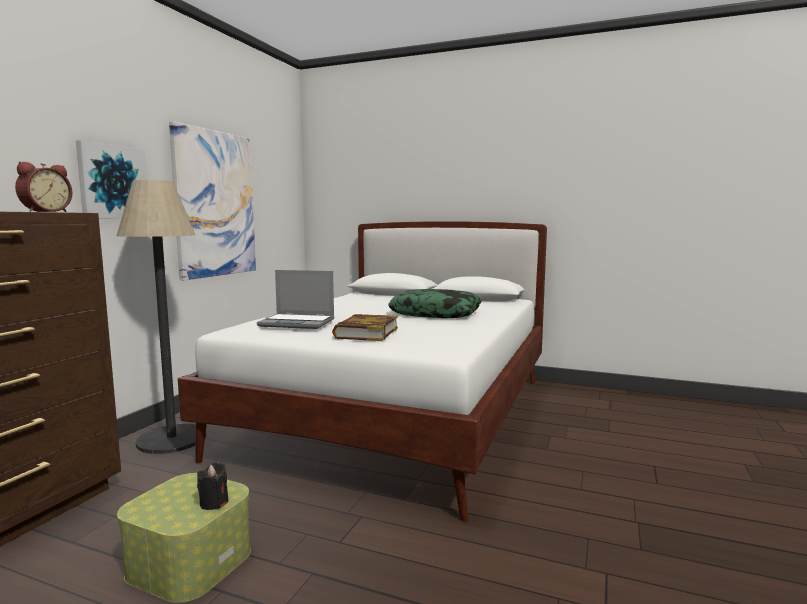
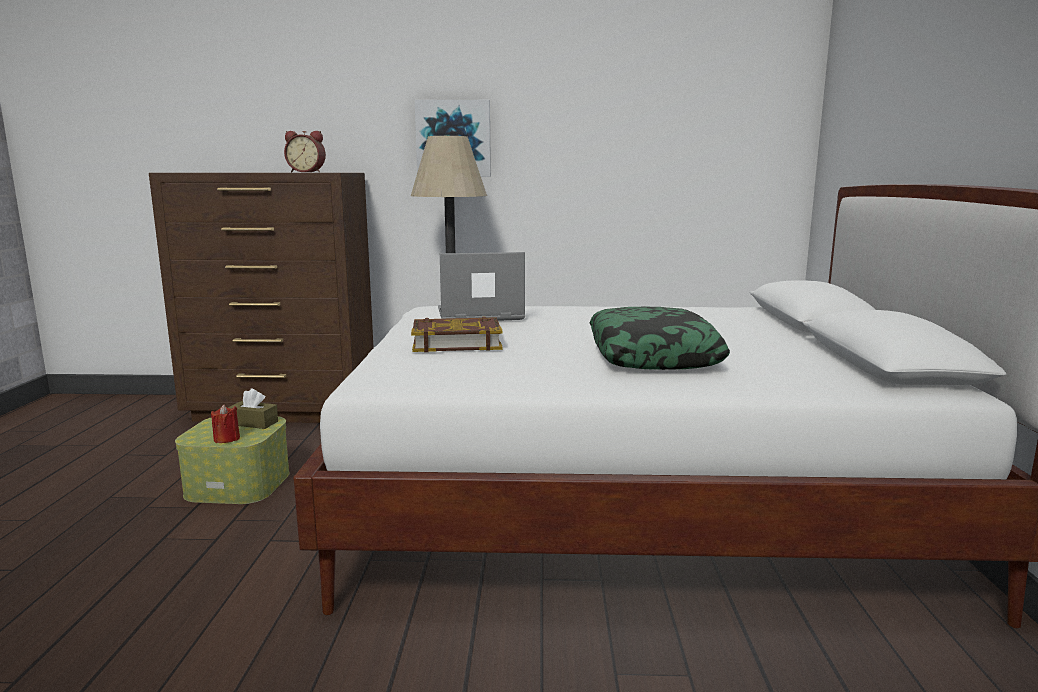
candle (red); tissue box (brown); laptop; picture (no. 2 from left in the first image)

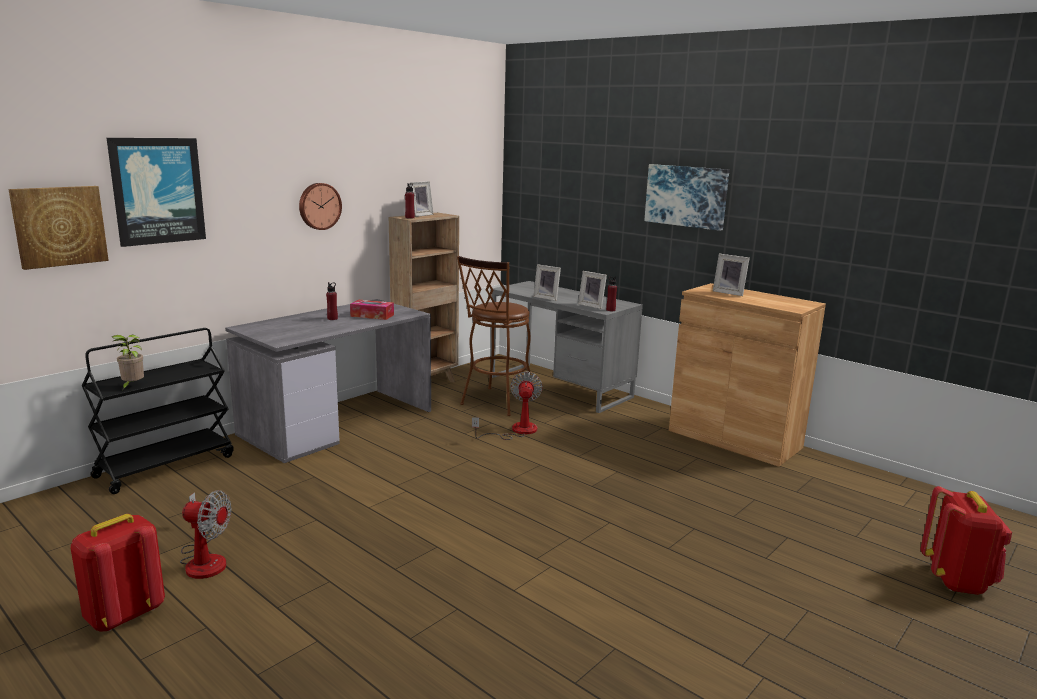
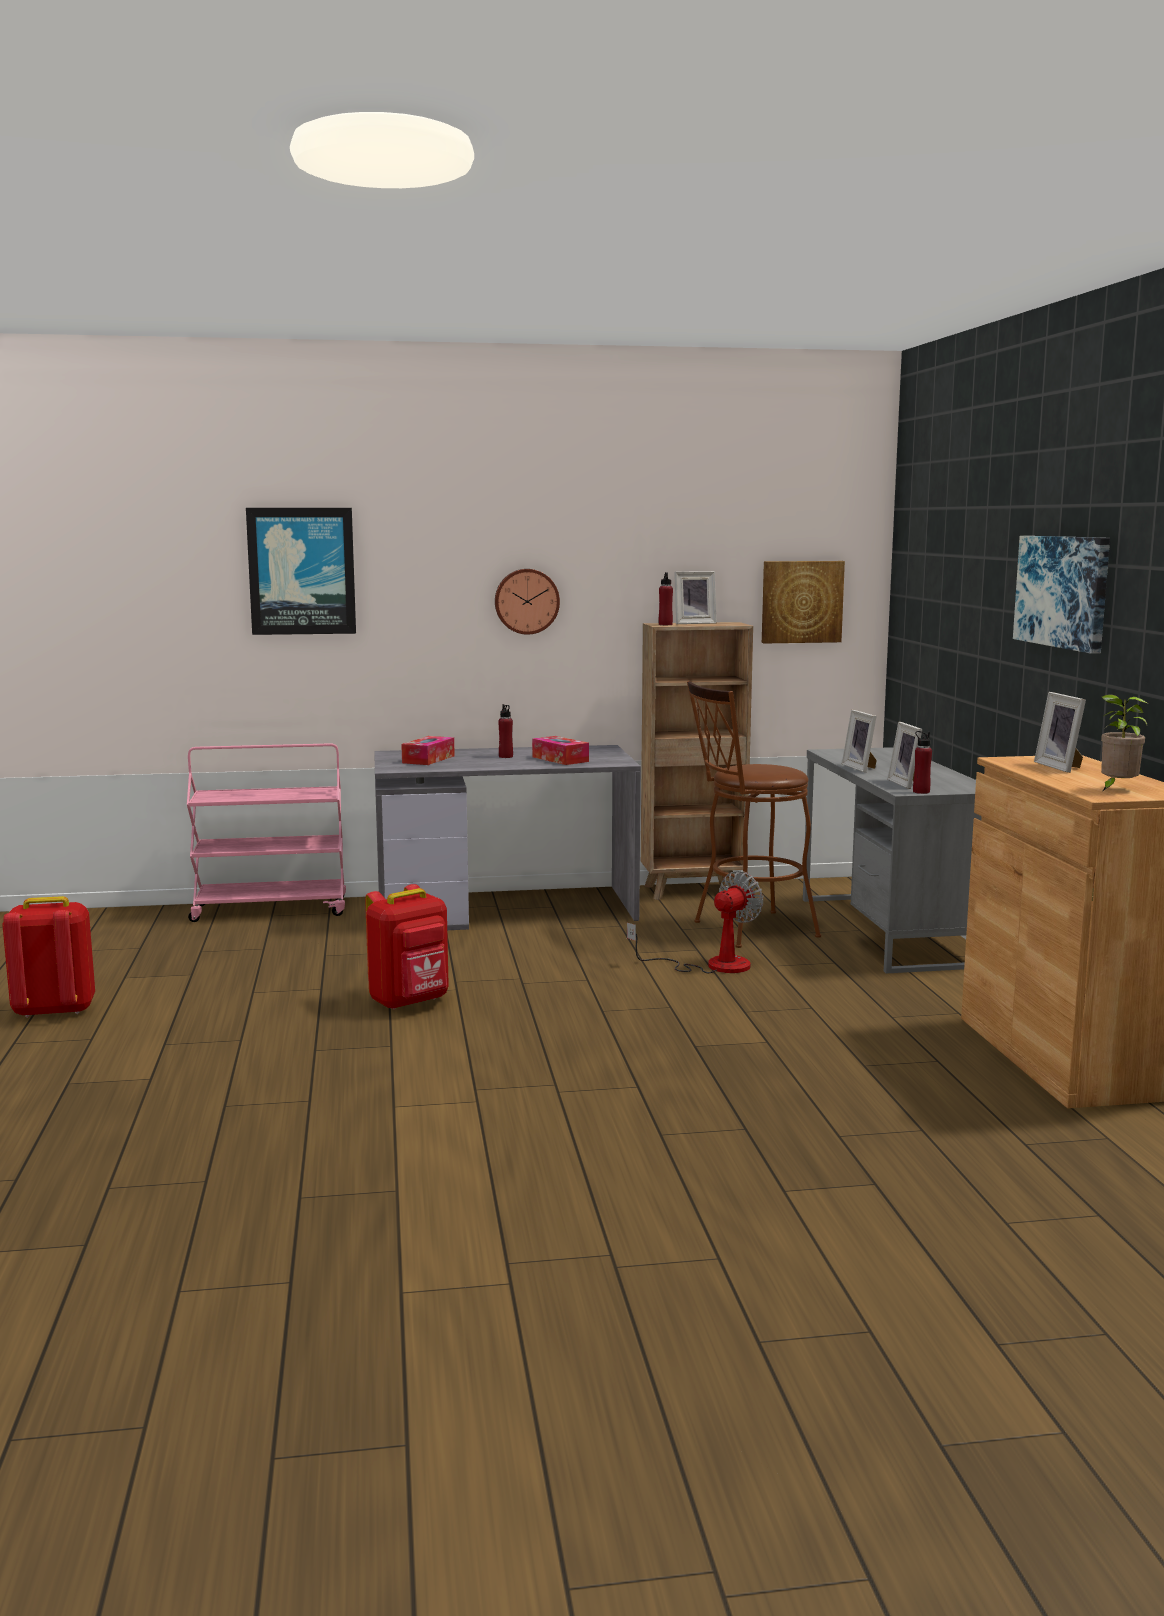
cart (pink); backpack (red) (no. 2 from left); tissue box (no. 1 from left); picture (no. 2 from left); potted plant; fan (no. 1 from left in the first image)

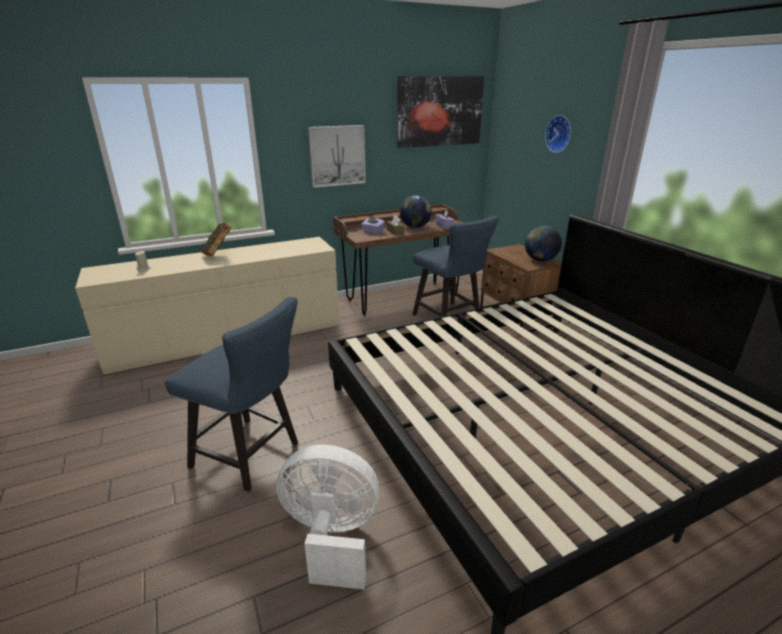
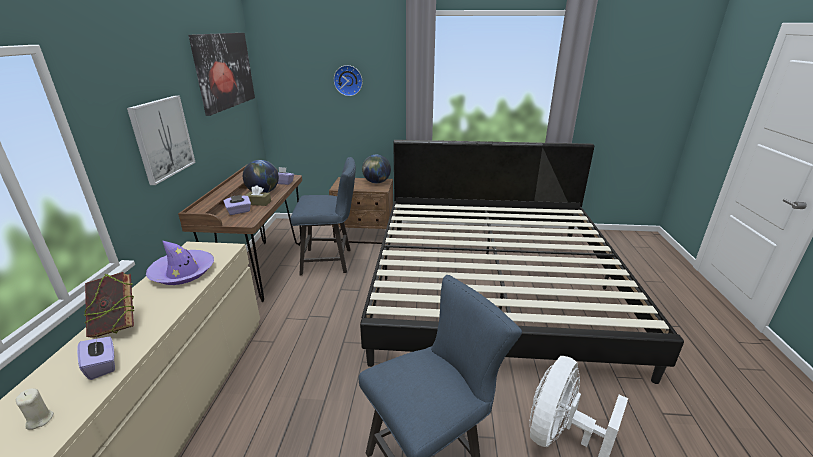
tissue box (purple) (no. 1 from left); hat (purple)

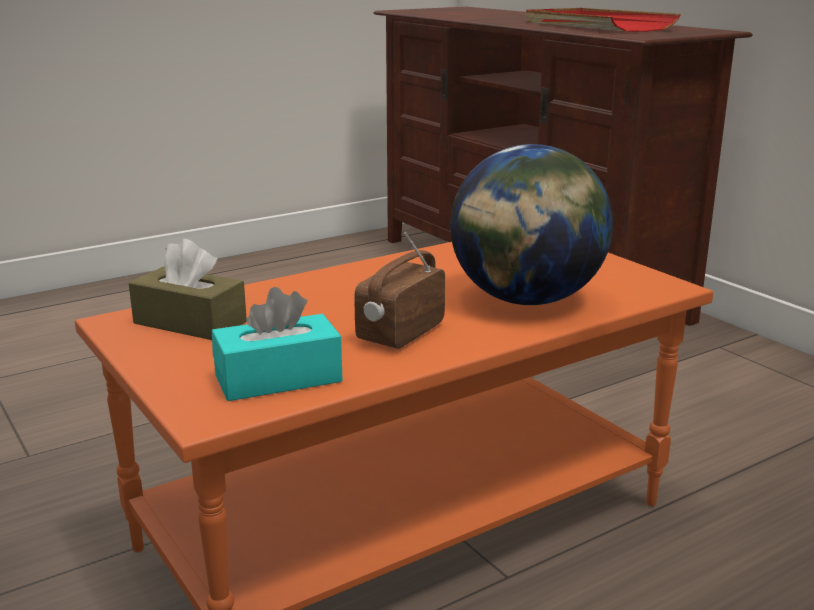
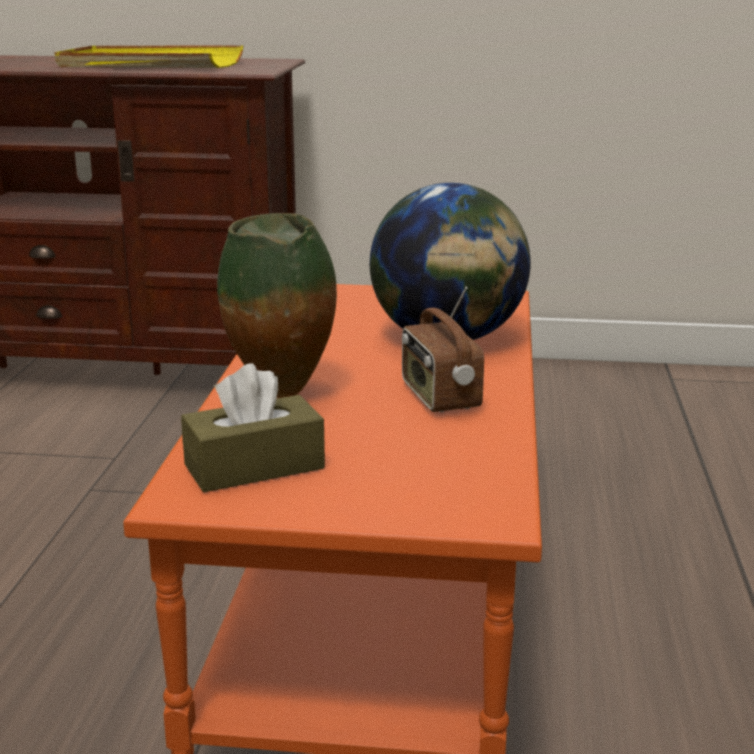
tray (yellow); vase; tissue box (turquoise)

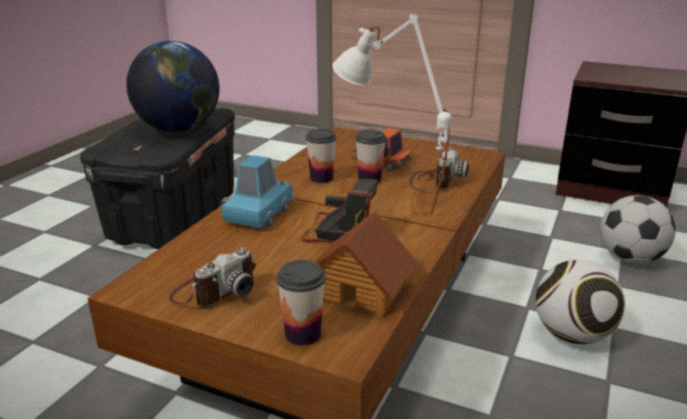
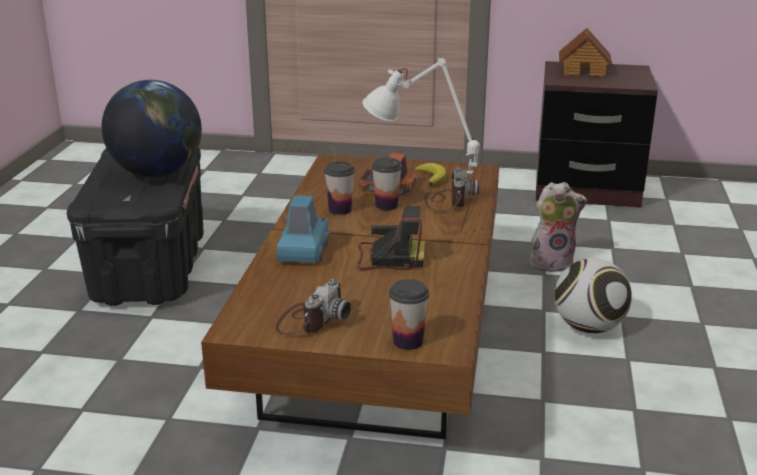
banana; plush toy; toy house; football (no. 2 from left in the first image)

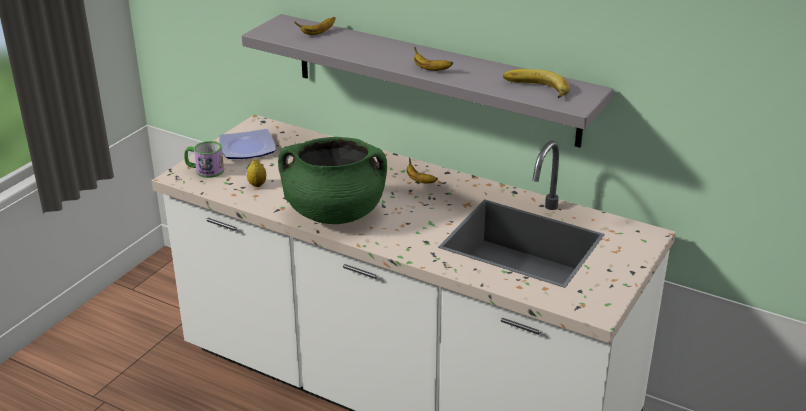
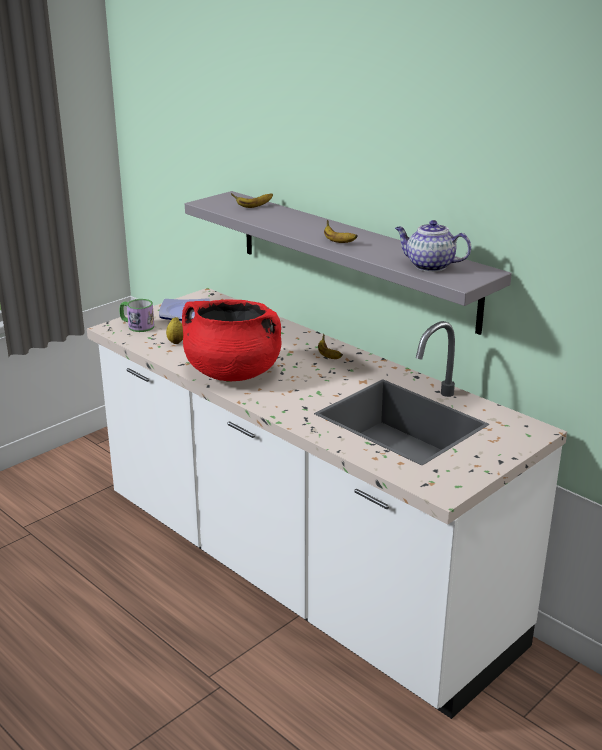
cooking pot (red); teapot

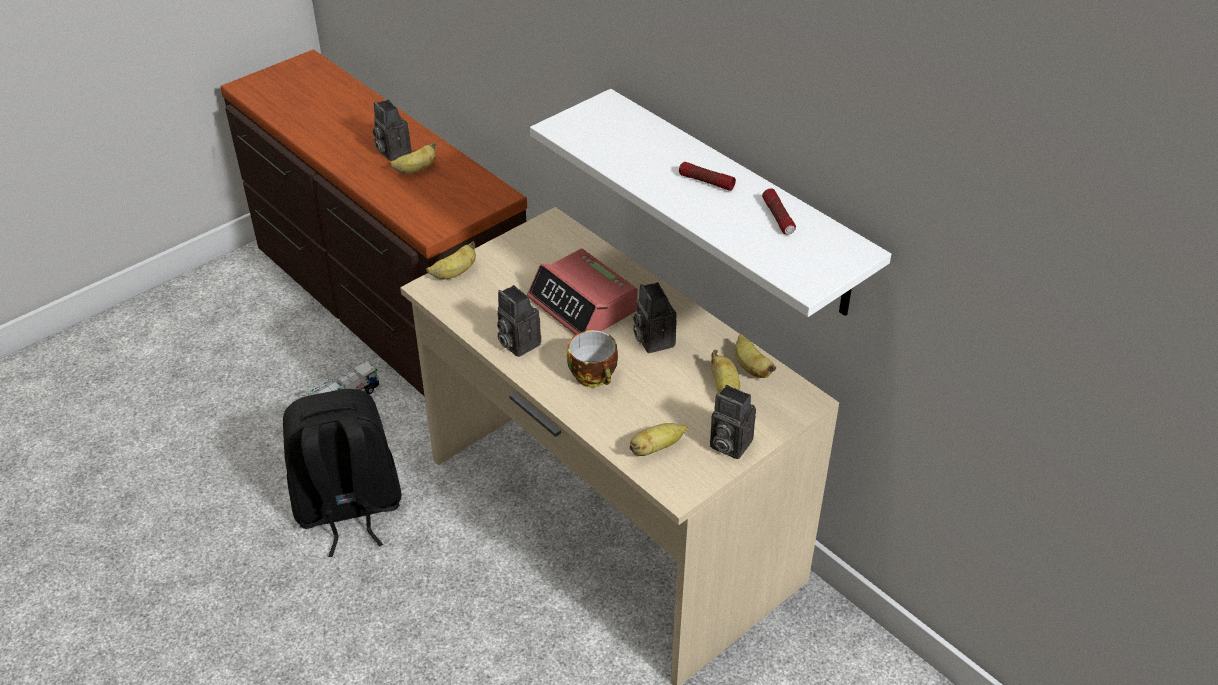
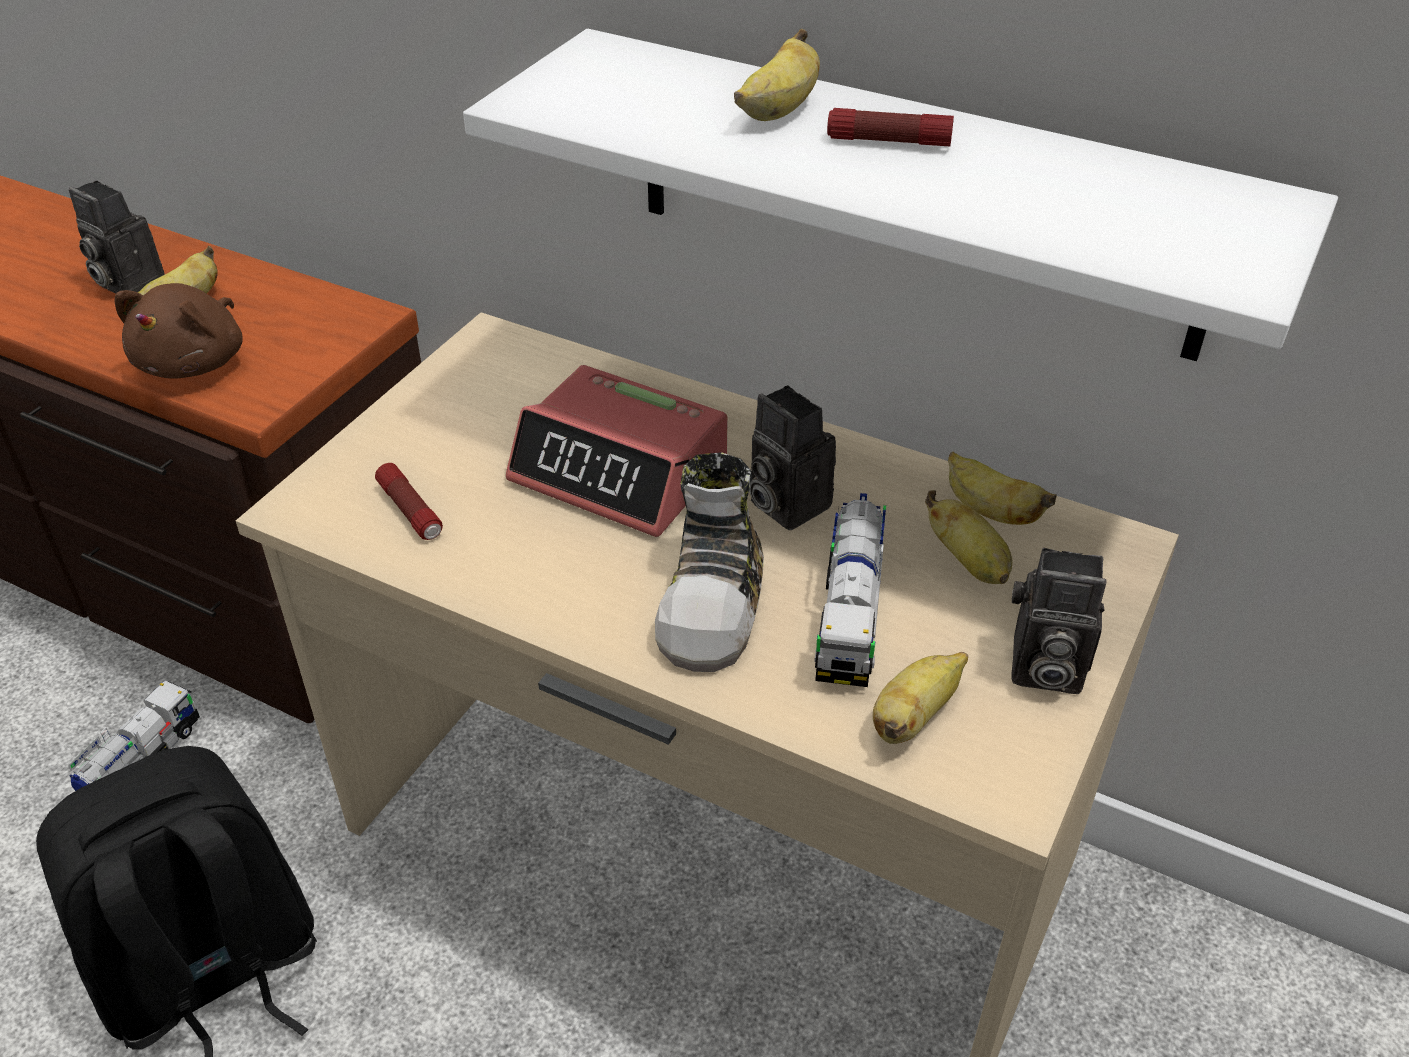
plush toy (brown); flashlight (no. 1 from left); shoe; banana (no. 2 from left); toy truck (no. 2 from left); photo camera (no. 2 from left in the first image)

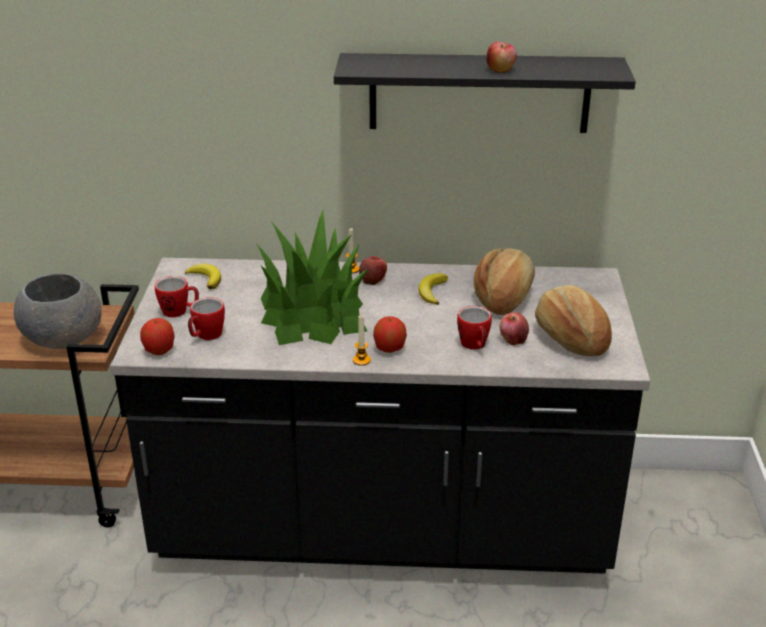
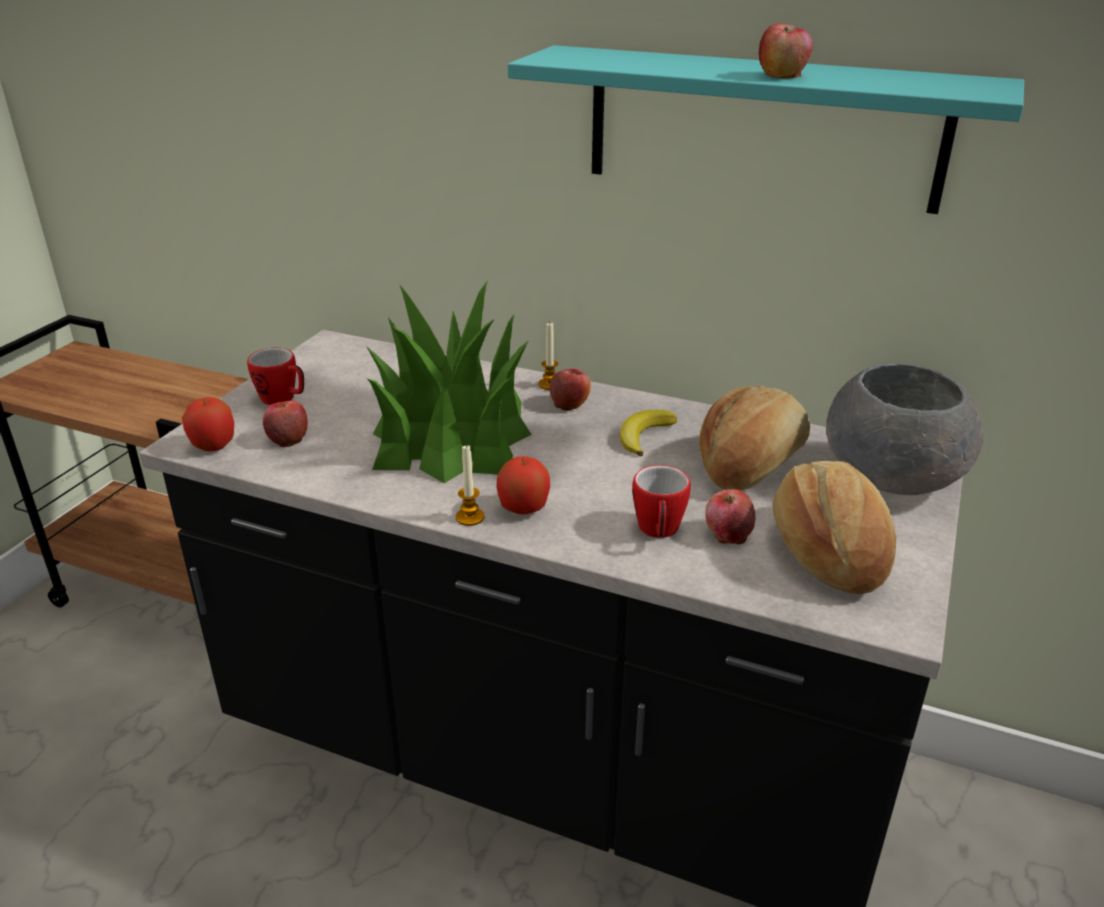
apple (no. 2 from left); shelf (turquoise); bowl (grey); banana (no. 1 from left in the first image)

